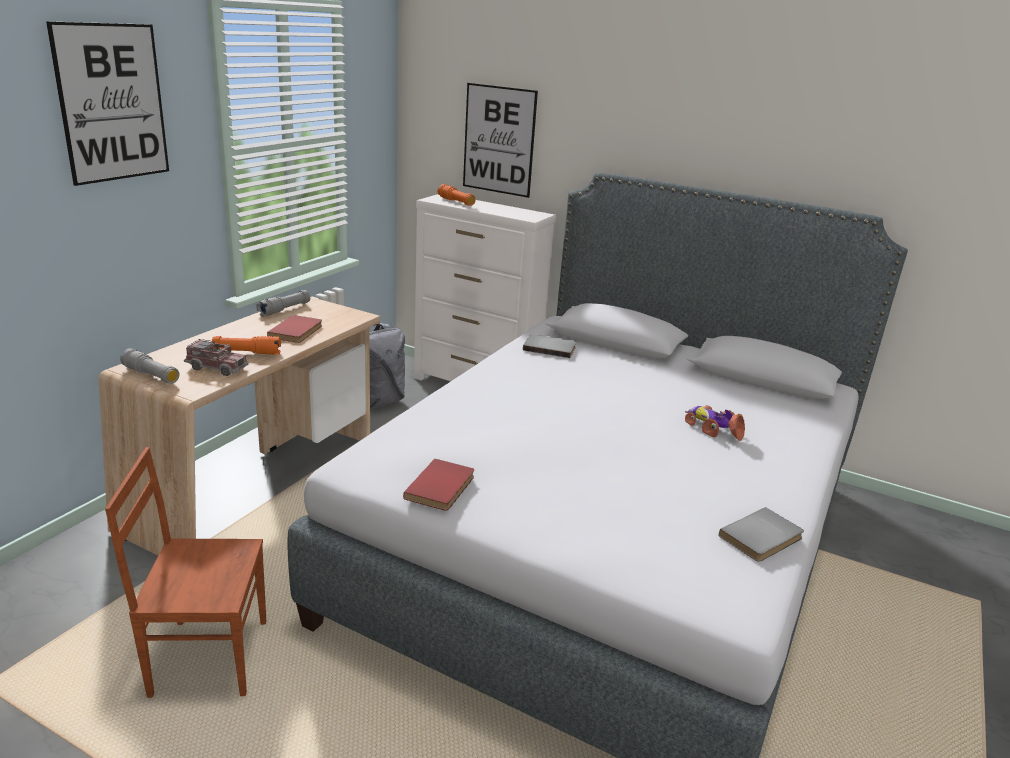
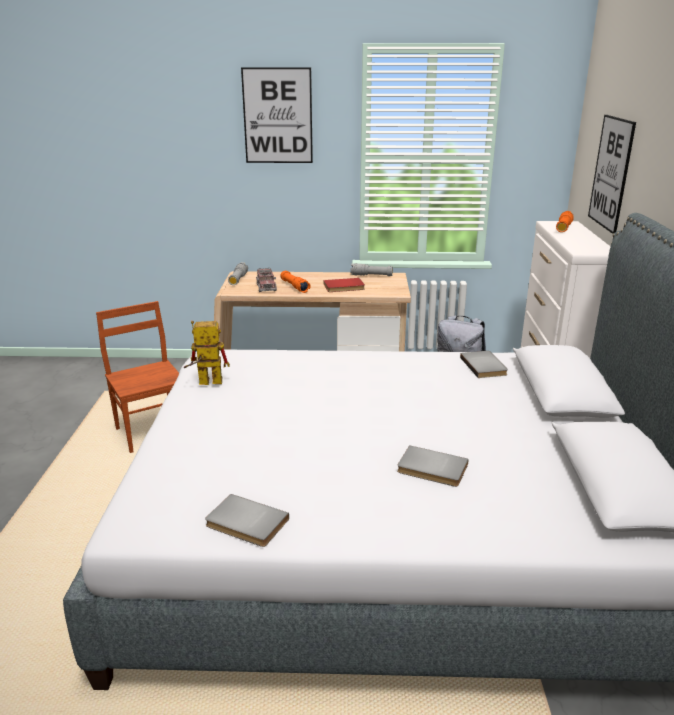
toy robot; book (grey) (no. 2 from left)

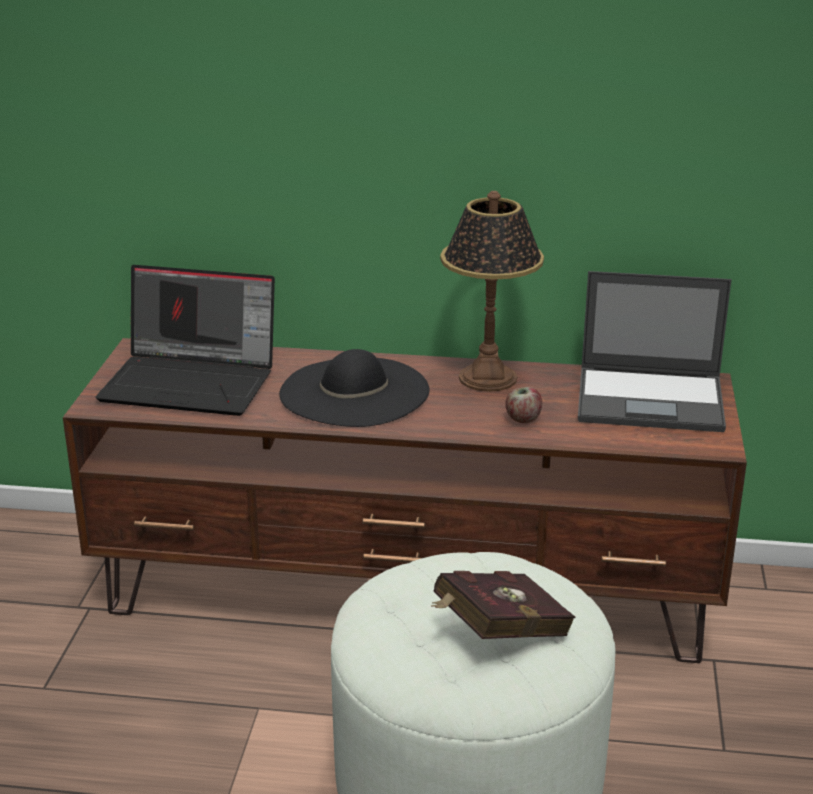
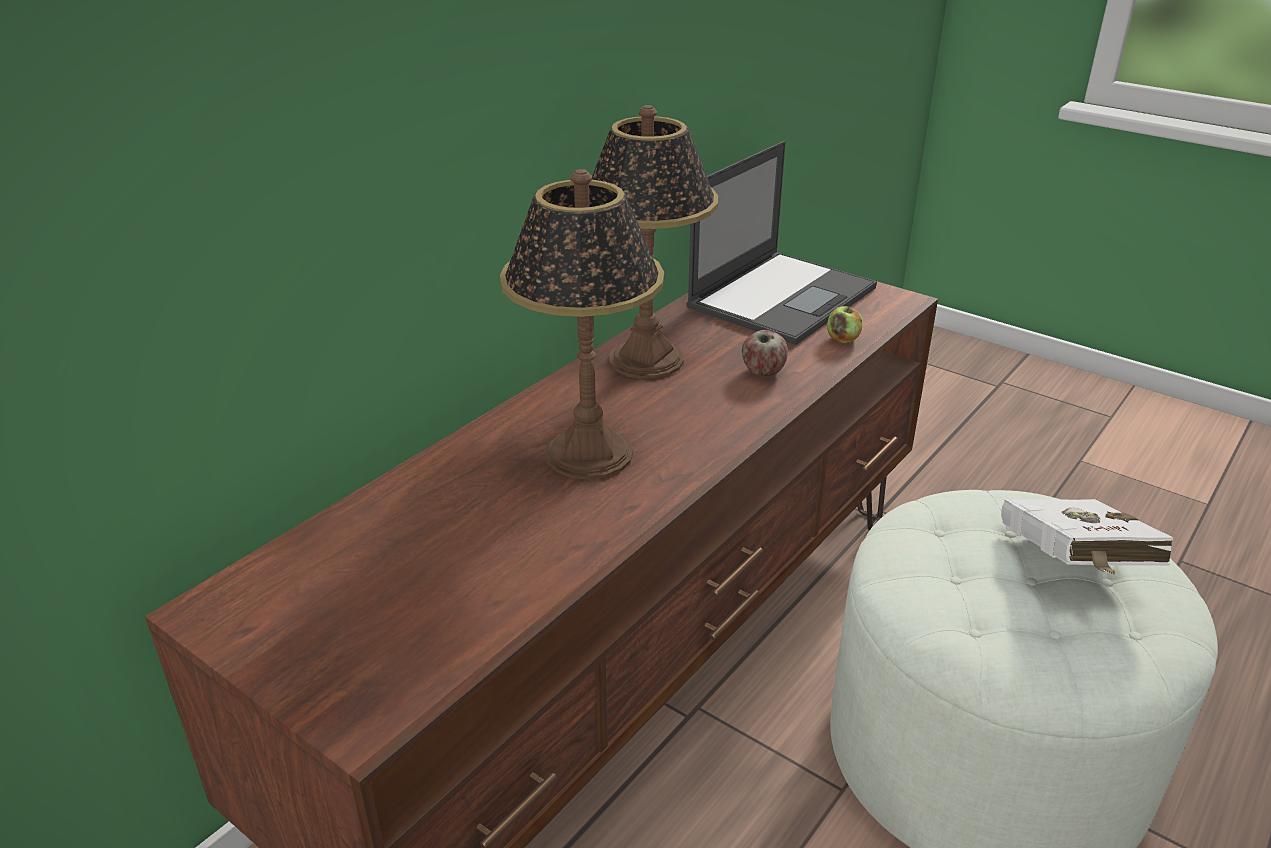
table lamp (no. 1 from left); apple (no. 2 from left); book (white); laptop (no. 1 from left in the first image)

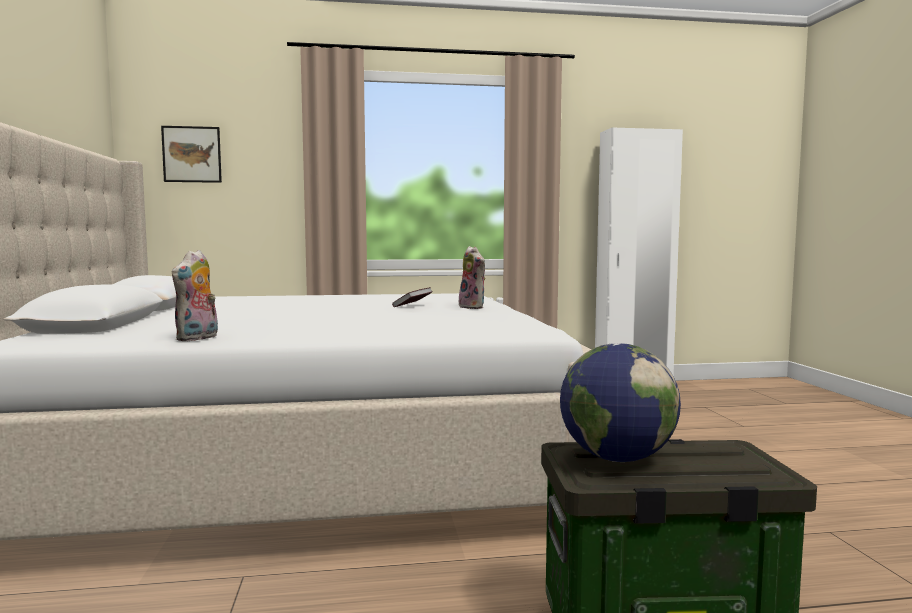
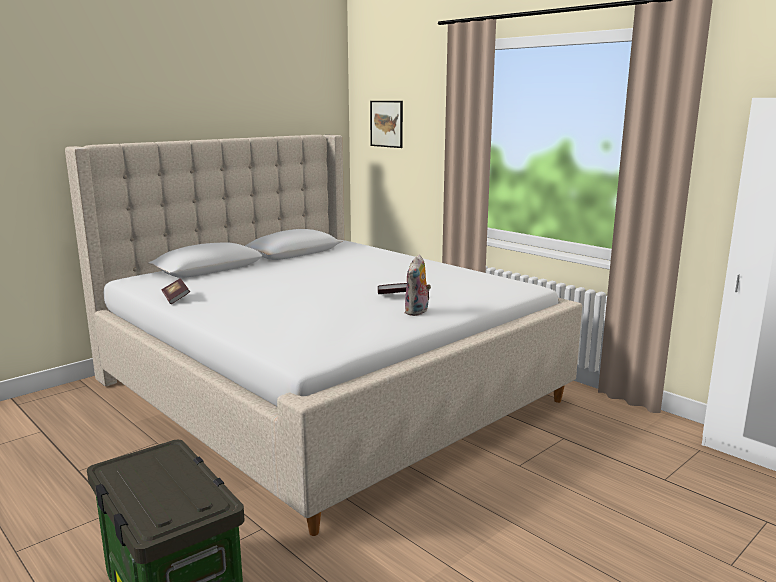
book (no. 1 from left); globe

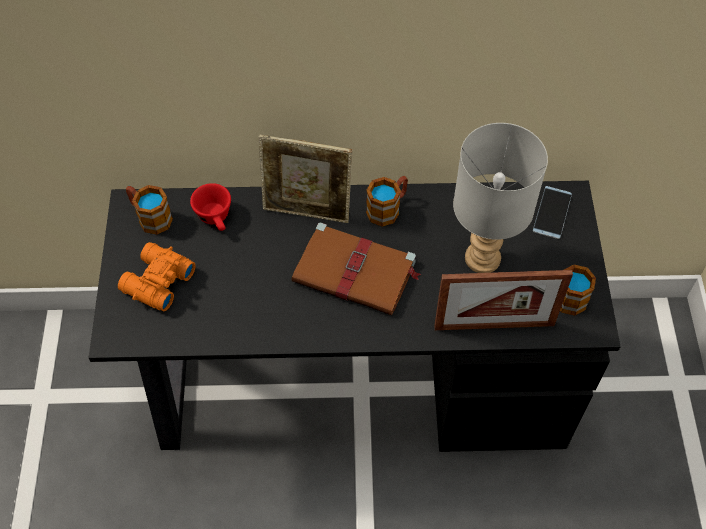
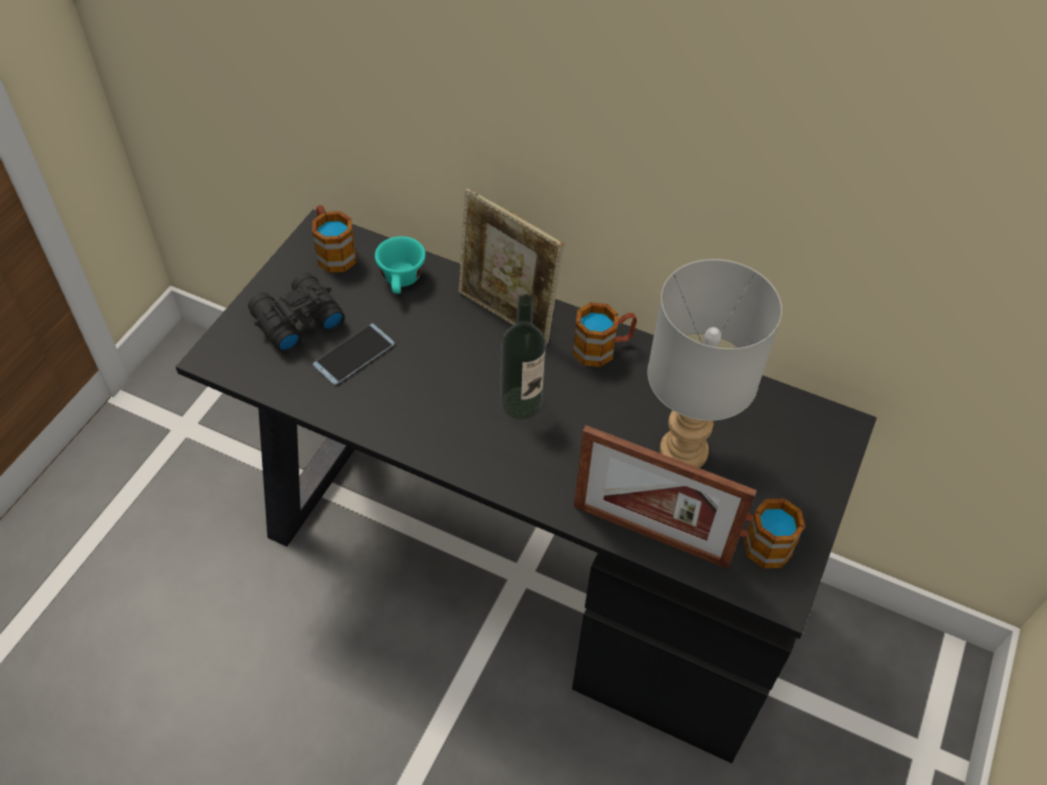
binoculars (black); phone; cup (turquoise); bottle

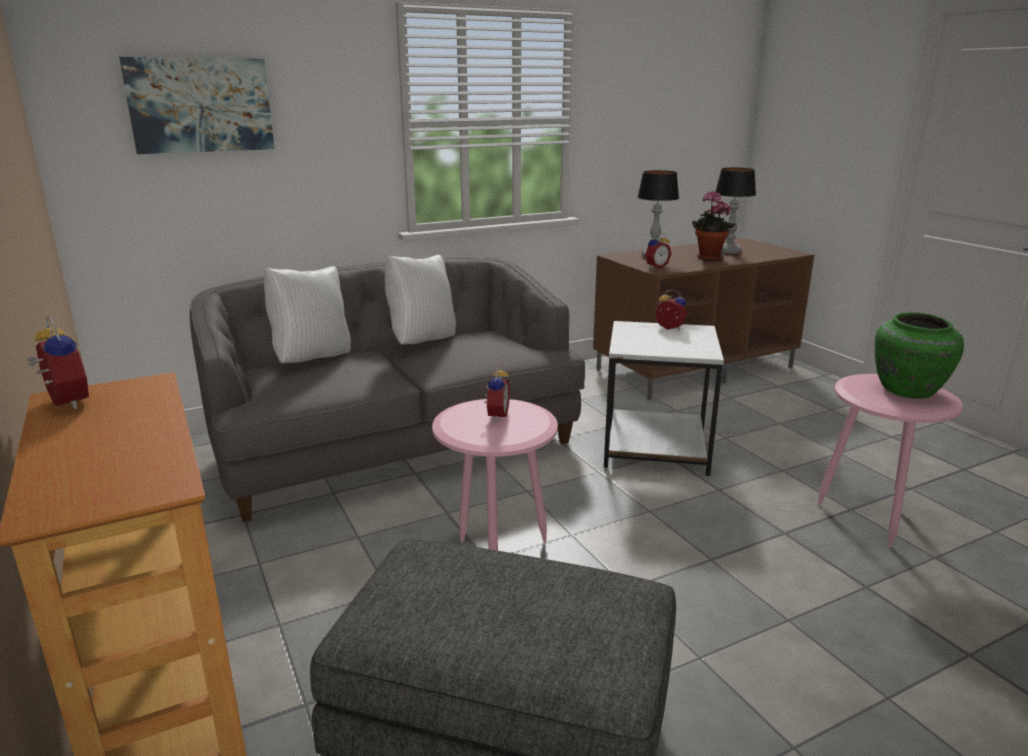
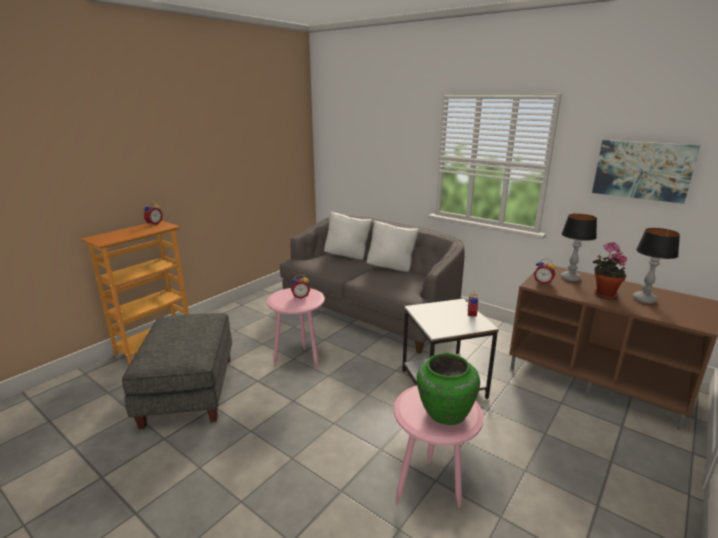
picture

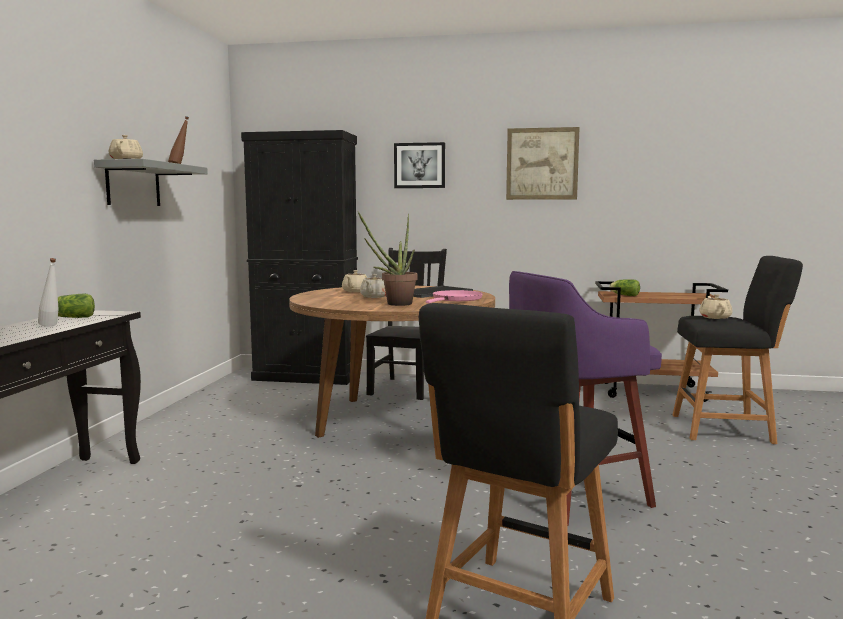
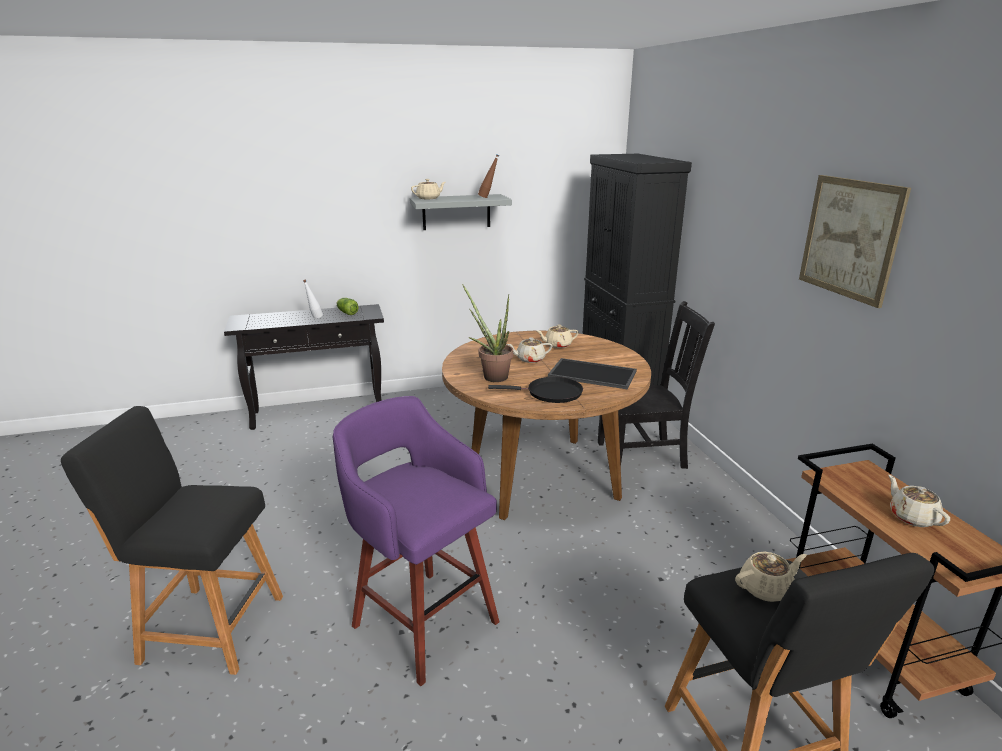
frying pan (black); teapot (beige) (no. 5 from left); picture (no. 1 from left in the first image); lettuce (no. 2 from left in the first image)

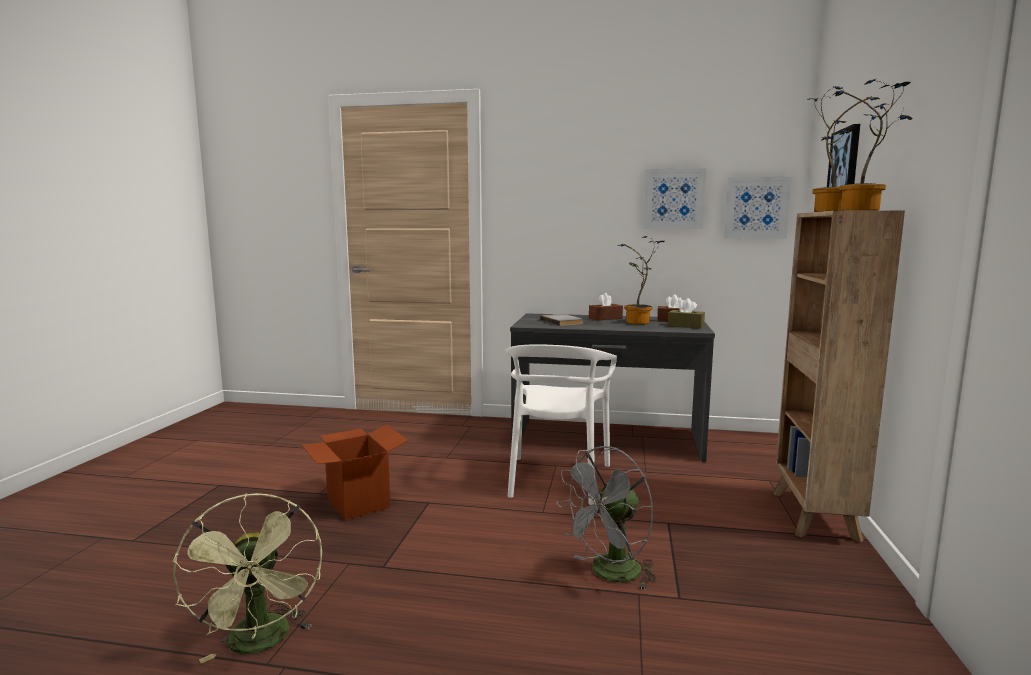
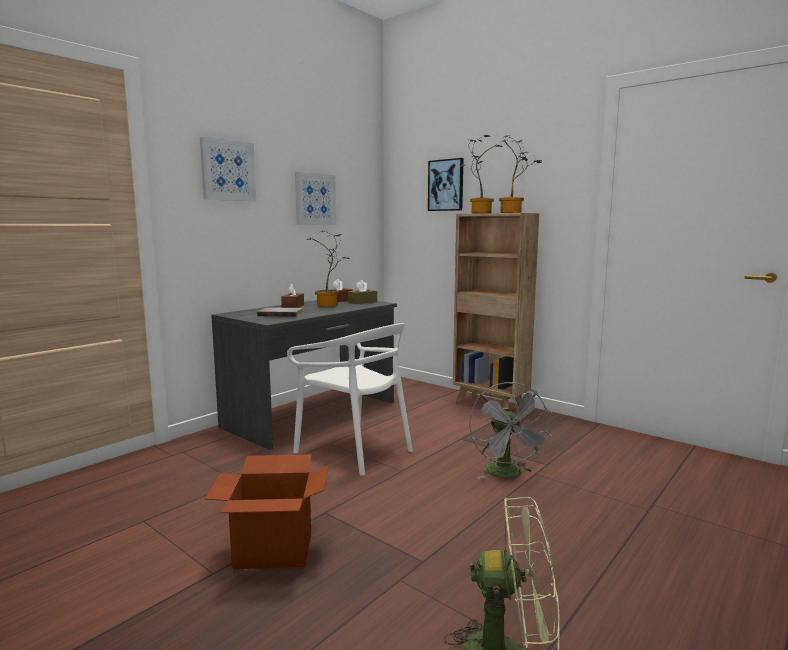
picture (no. 1 from left)

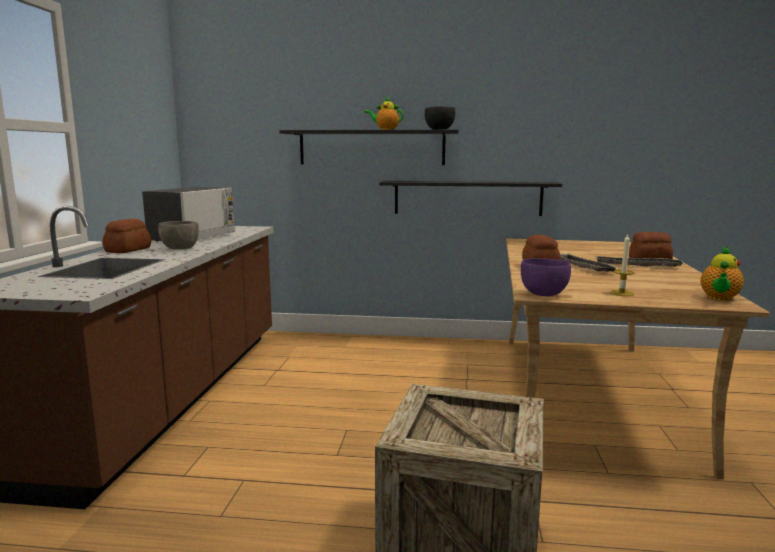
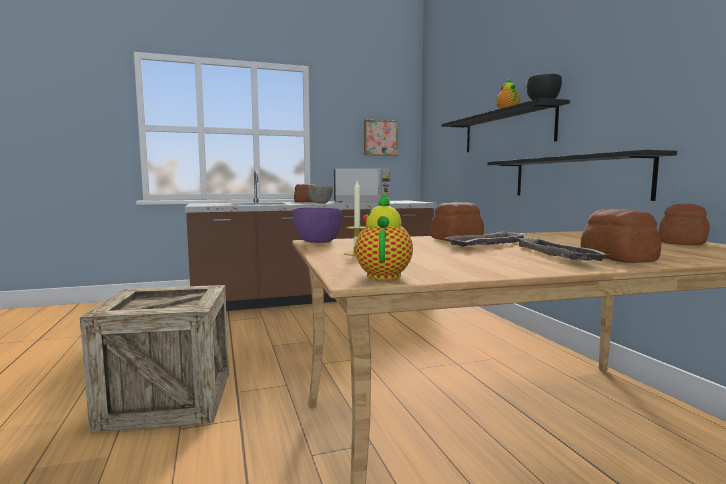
teapot (no. 1 from left); picture; bread (no. 4 from left)

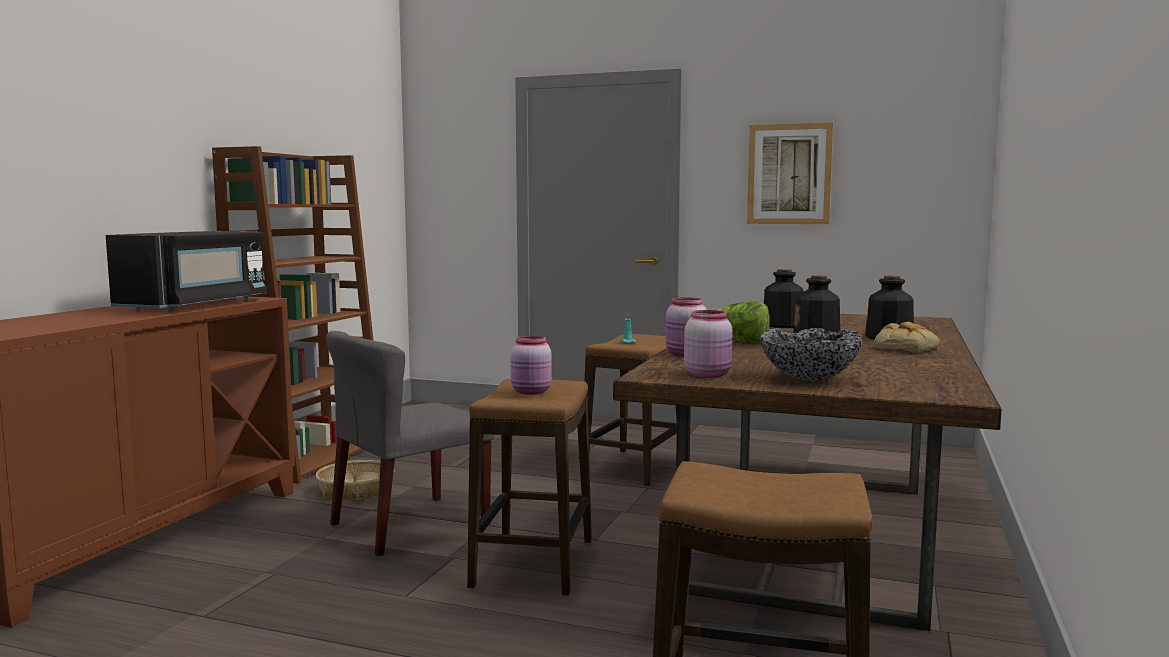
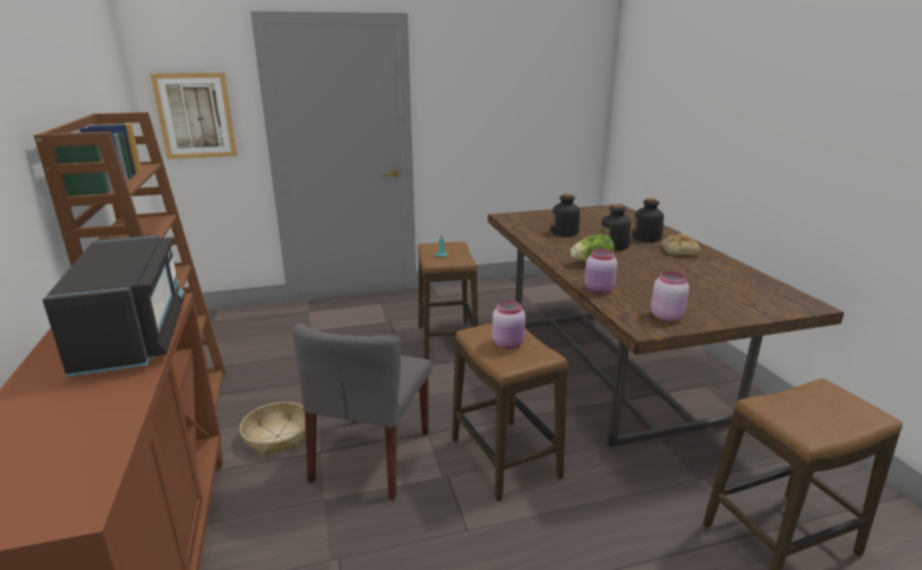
picture; bowl

